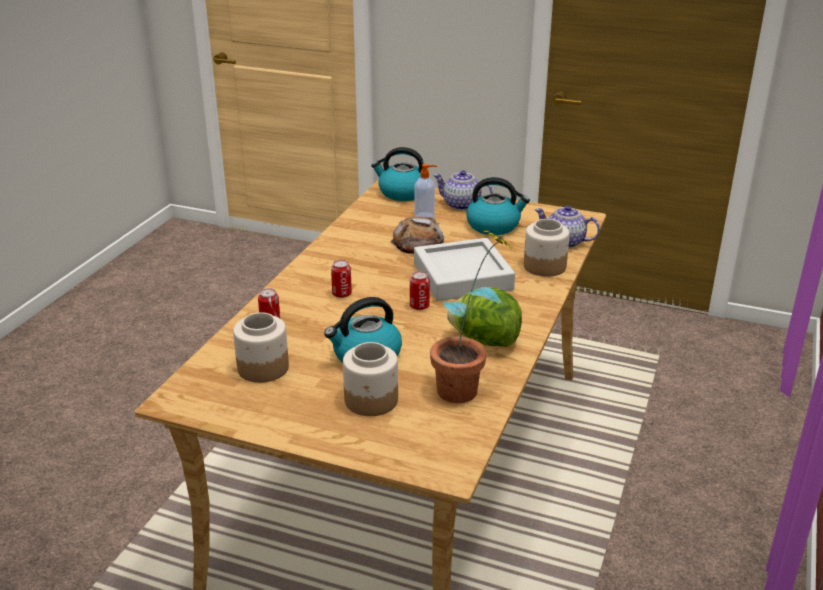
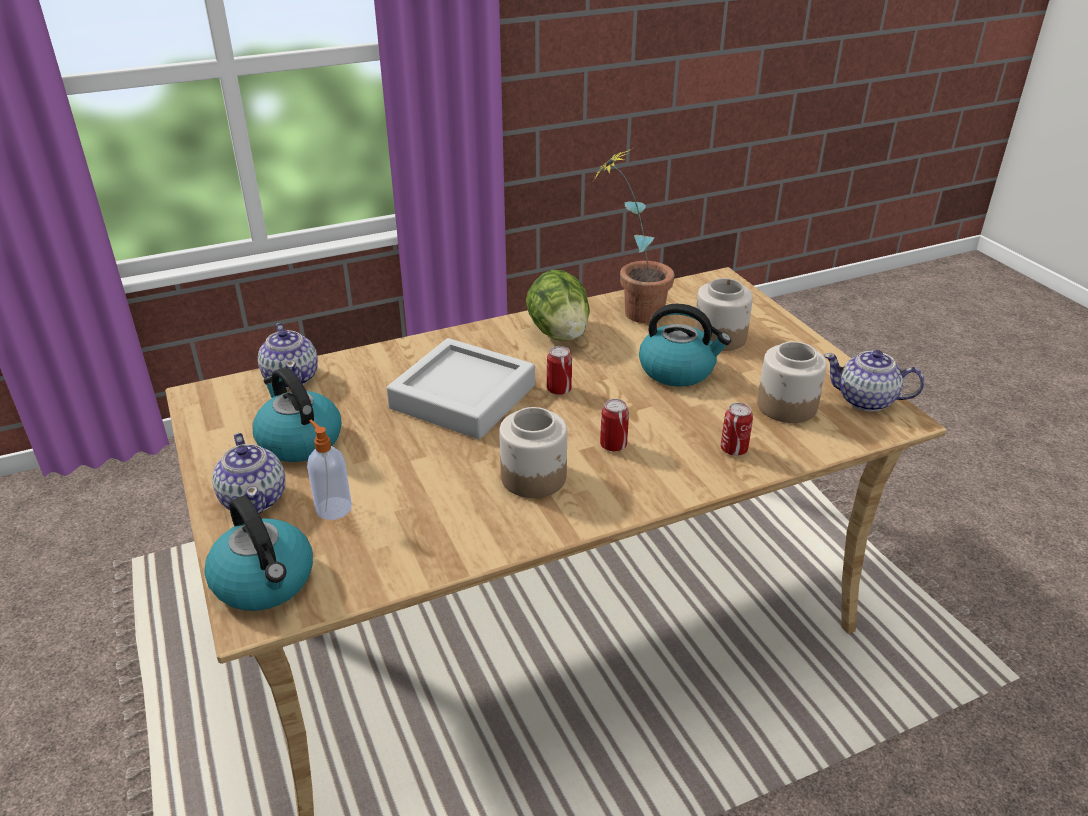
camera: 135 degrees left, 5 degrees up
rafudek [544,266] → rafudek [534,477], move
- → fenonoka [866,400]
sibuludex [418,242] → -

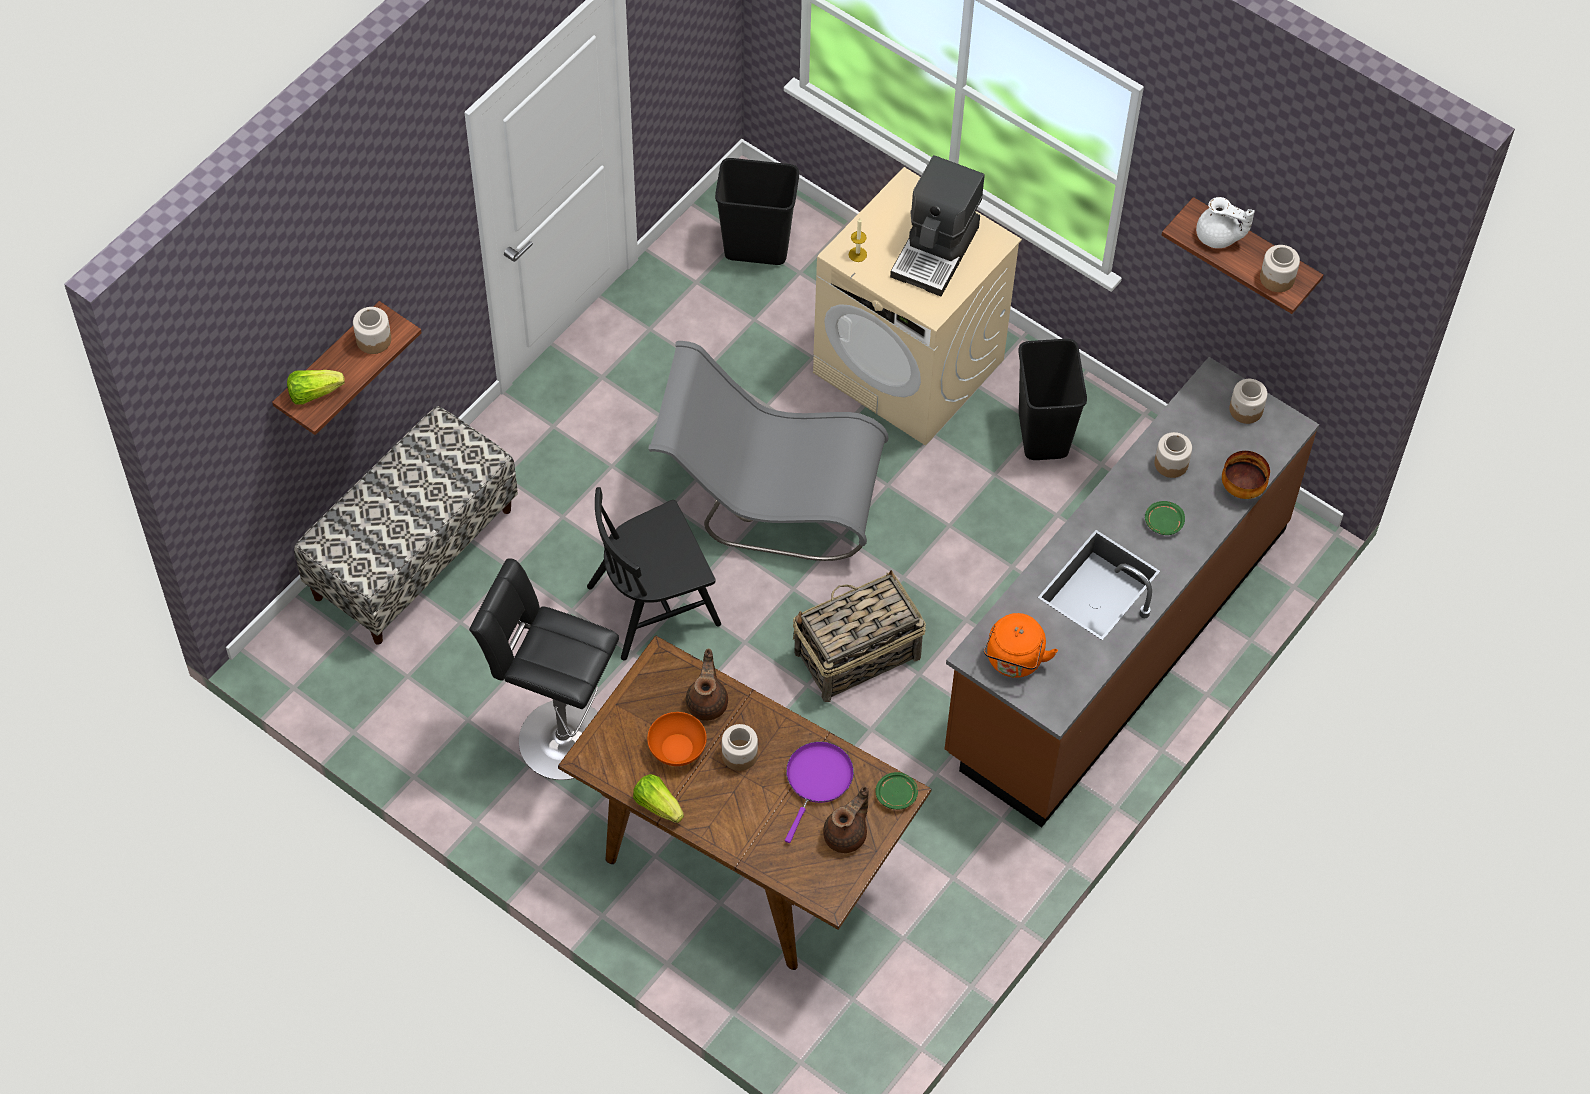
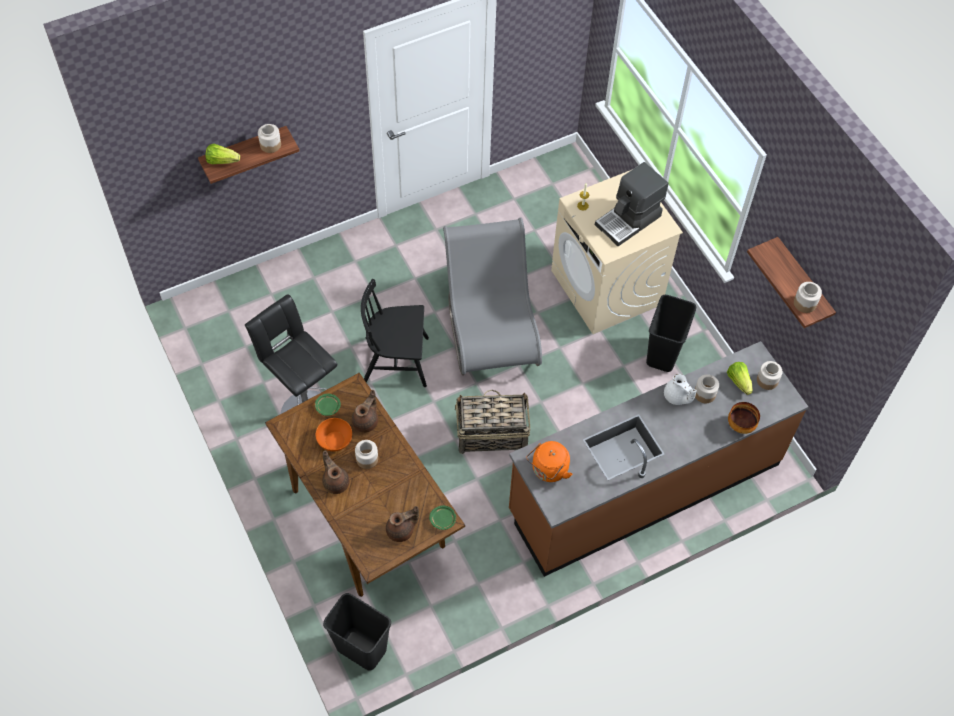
camera: 25 degrees right, 0 degrees up
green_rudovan [1163,522] → green_rudovan [327,407], move
- → brown_fenonoka [335,481]
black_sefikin [757,247] → black_sefikin [362,648], move
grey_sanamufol [770,498] → grey_sanamufol [490,329], 45 degrees clockwise
white_fenonoka [1218,237] → white_fenonoka [677,397], move
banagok [658,805] → banagok [739,381], move
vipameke [413,552] → -
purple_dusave [817,780] → -

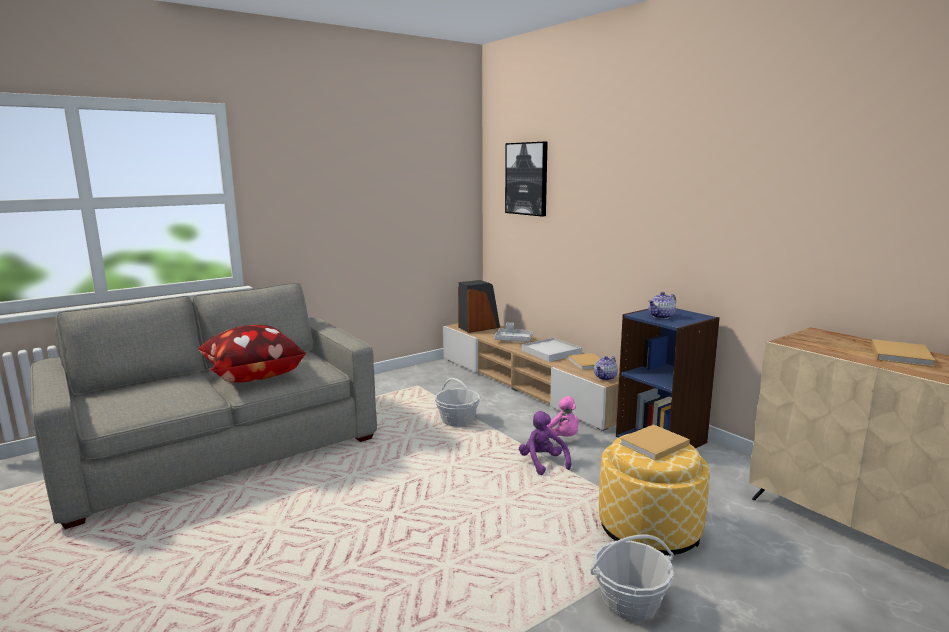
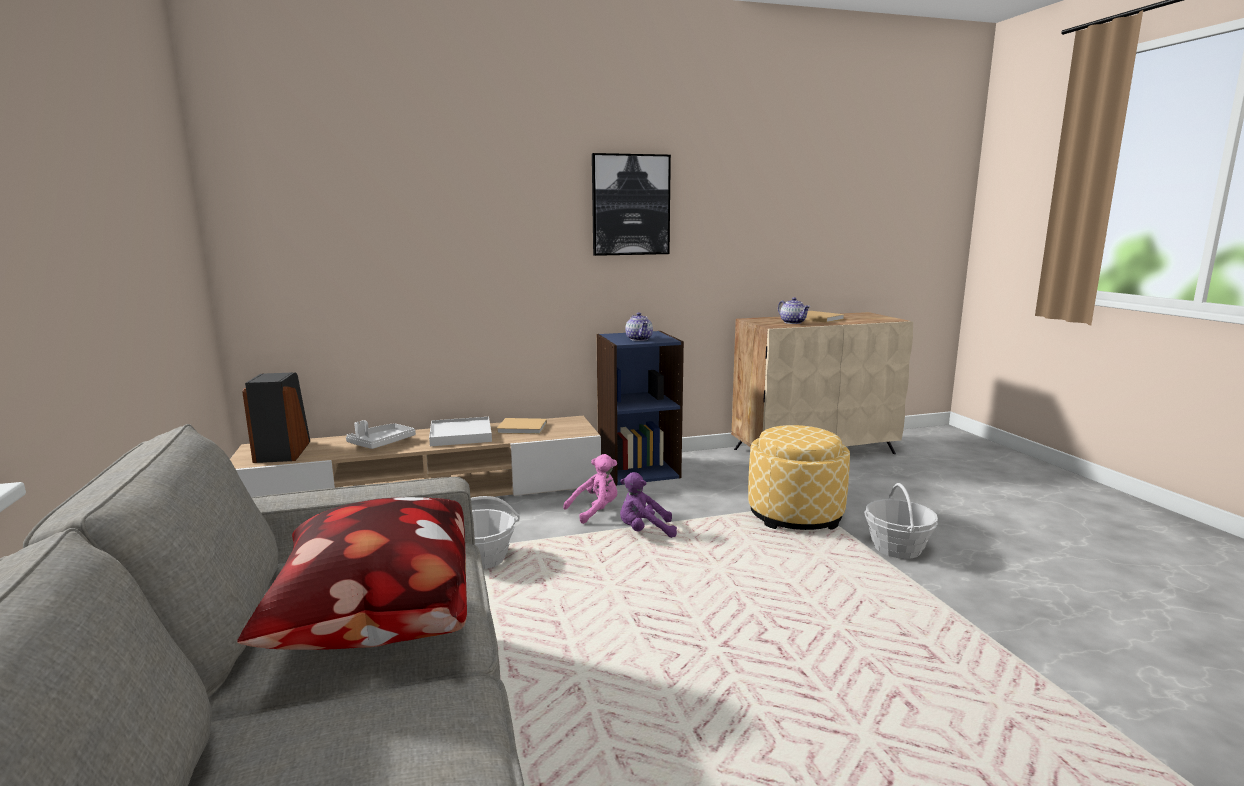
camera: 70 degrees left, 0 degrees up
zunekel [527,178] → zunekel [630,205], move
fenonoka [605,377] → fenonoka [793,322], move
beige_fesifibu [652,445] → -

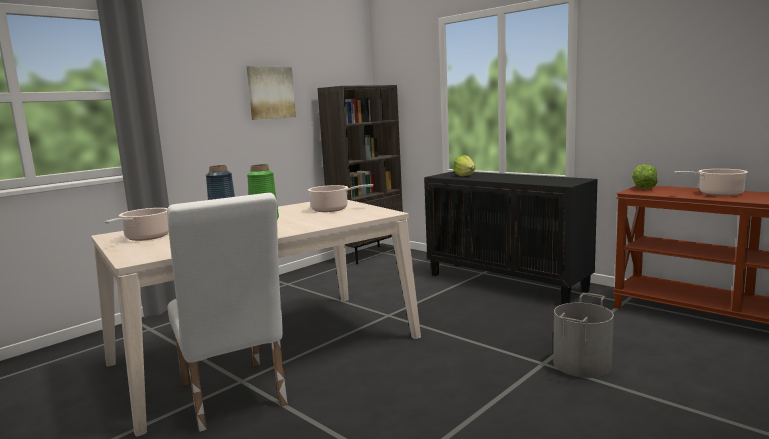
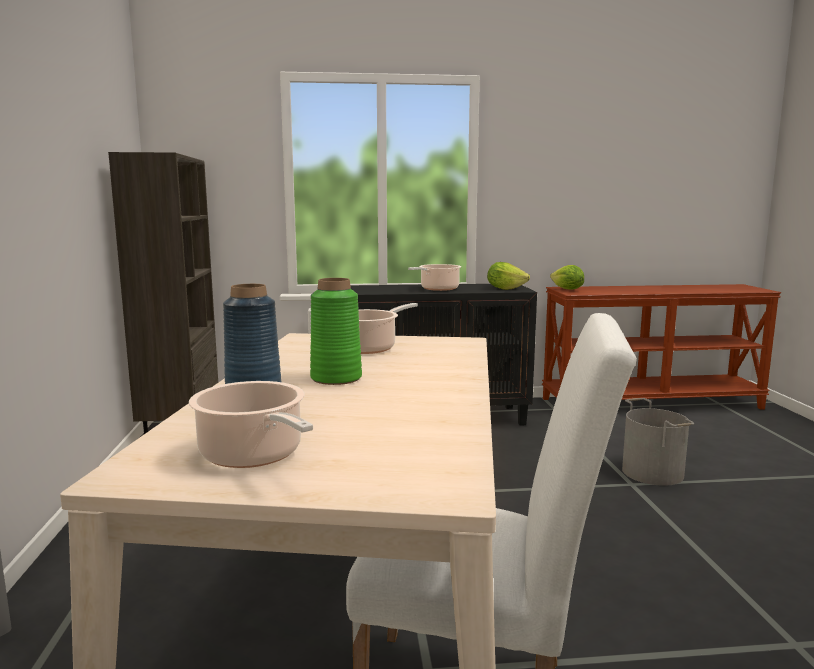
camera: 50 degrees left, 0 degrees up
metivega [717,194] → metivega [438,289], move
banagok [465,176] → banagok [505,289], move
zunekel [270,92] → -

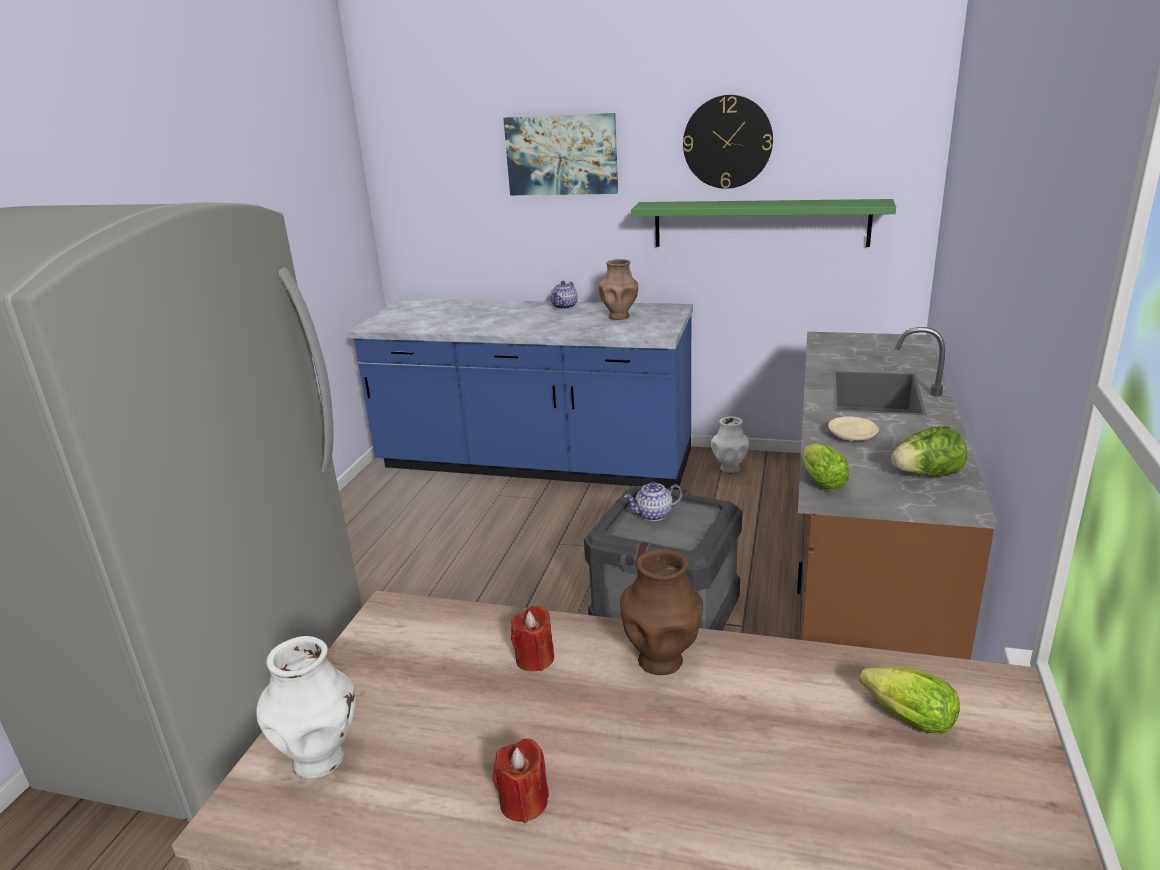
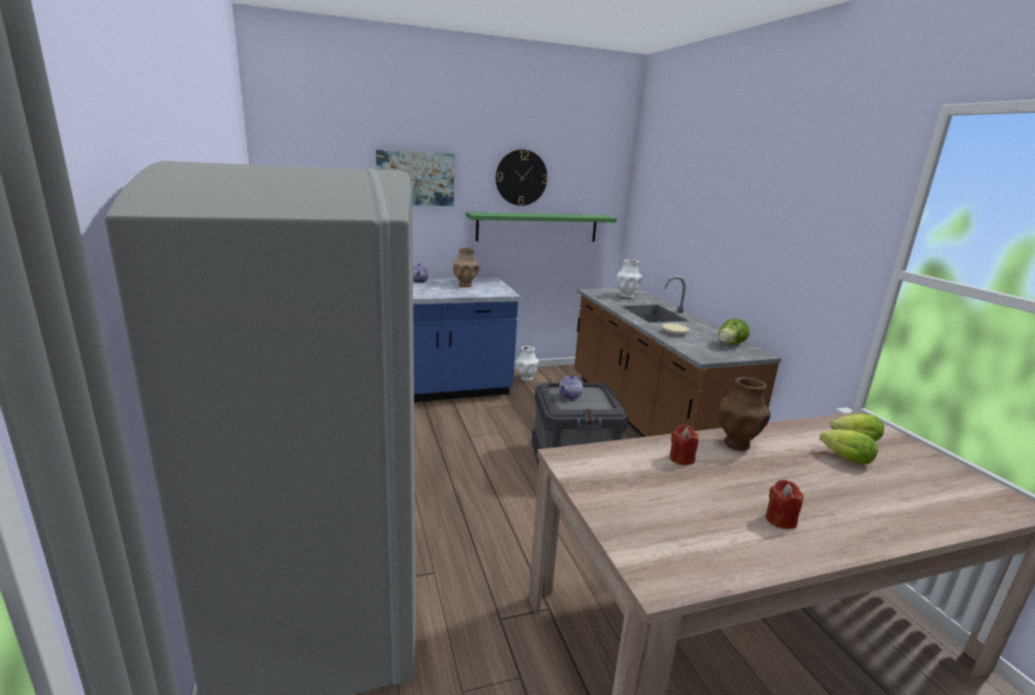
camera: 35 degrees left, 5 degrees down
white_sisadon [320,759] → white_sisadon [626,296], move
banagok [820,481] → banagok [843,457], move

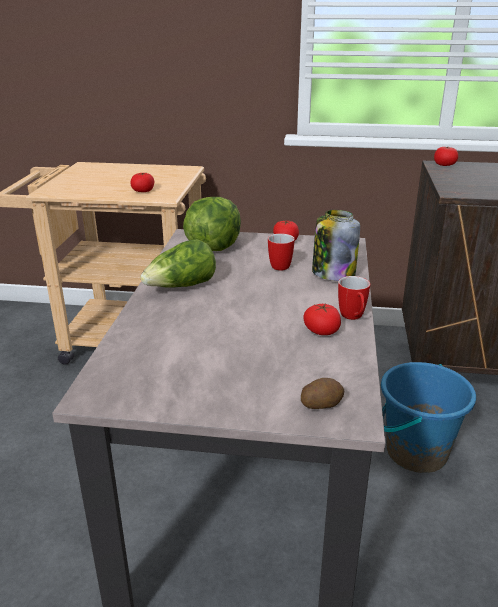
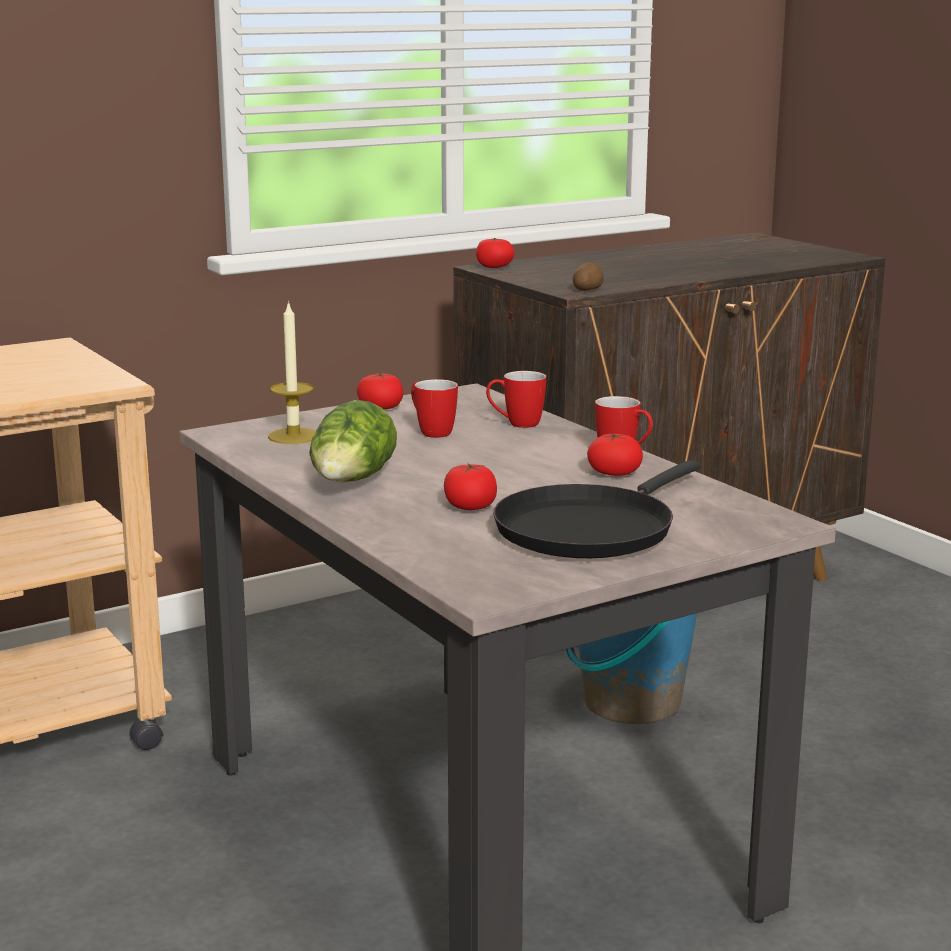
camera: 40 degrees left, 10 degrees down
banagok [213,247] → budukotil [293,436]
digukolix [143,190] → digukolix [470,506], move
rafudek [333,273] → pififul [515,424]
- → black_dusave [589,529]
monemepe [321,404] → monemepe [587,289], move

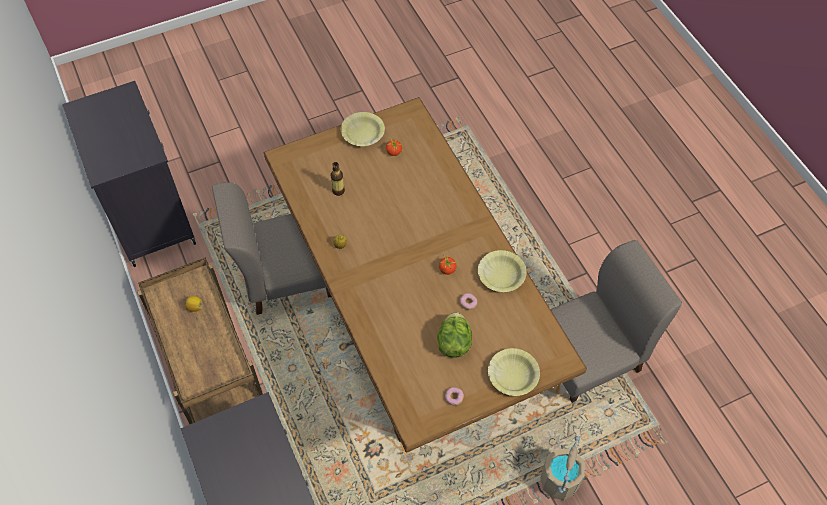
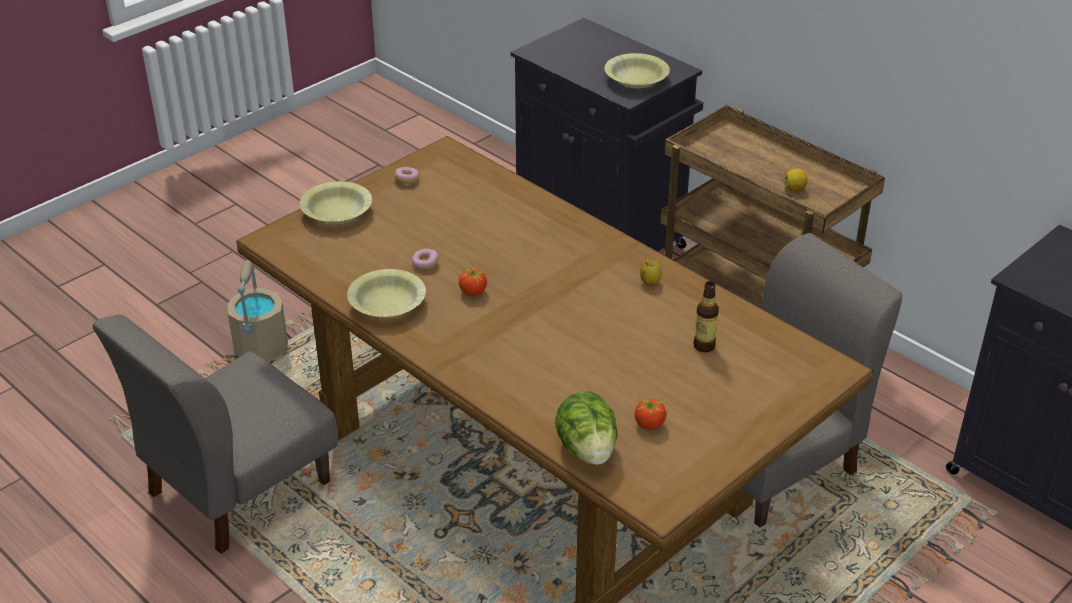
camera: 160 degrees right, 20 degrees down
banagok [453,343] → banagok [587,449], move
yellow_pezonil [363,134] → yellow_pezonil [636,79], move

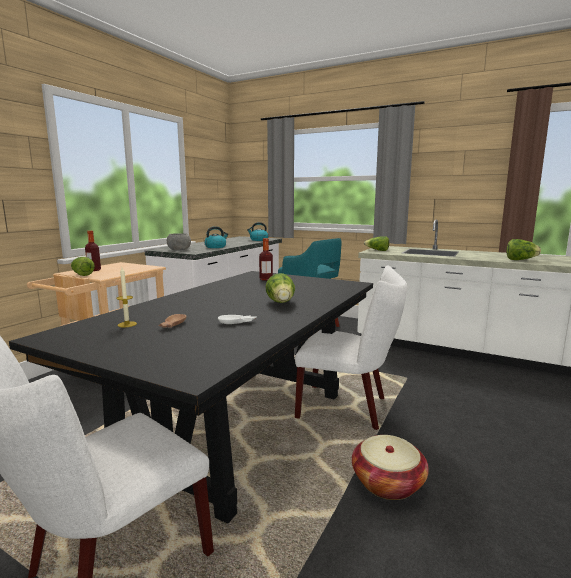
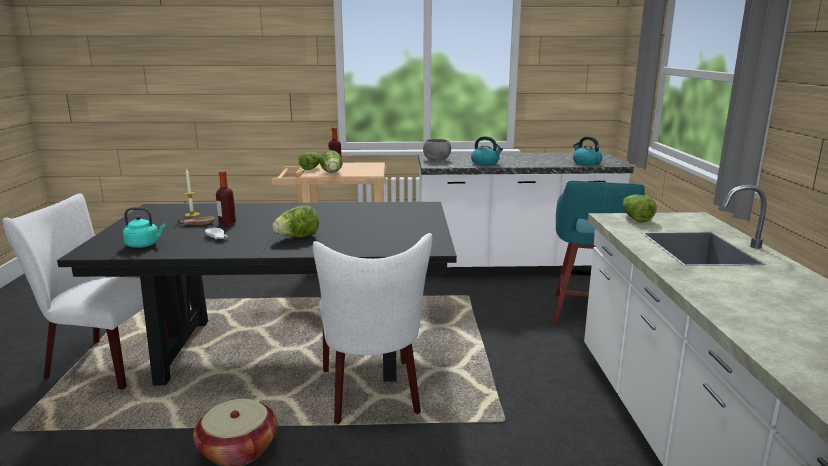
camera: 60 degrees right, 5 degrees up
- → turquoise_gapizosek [144,245]
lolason [266,279] → lolason [227,223], move
banagok [520,260] → banagok [332,173], move

